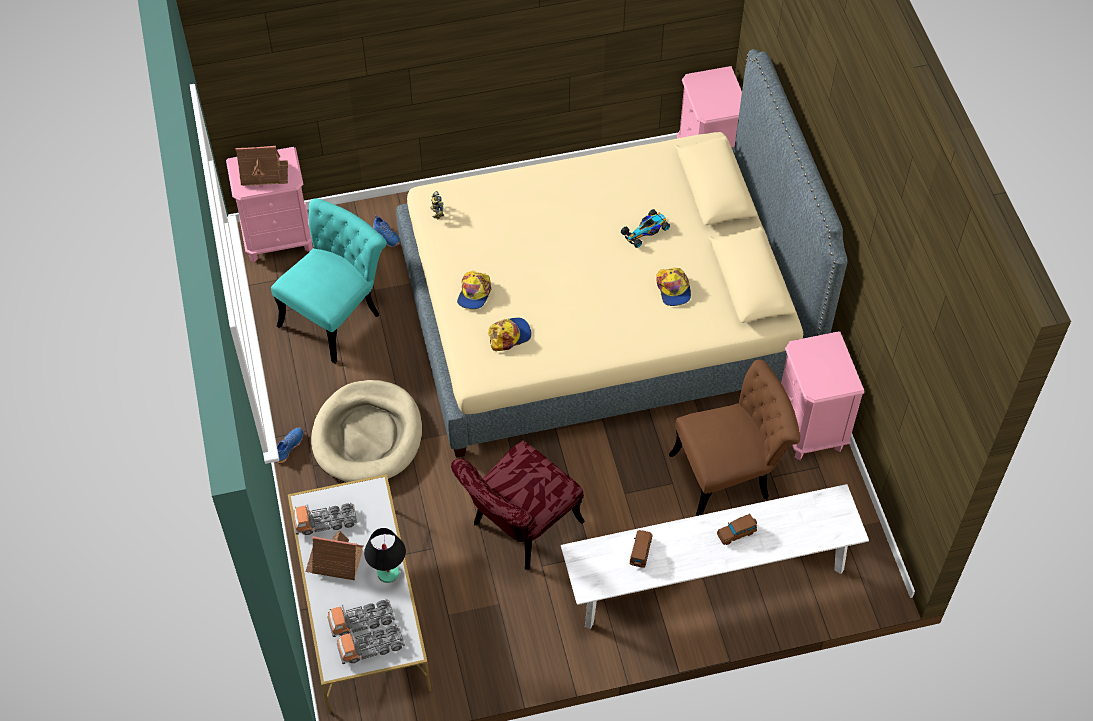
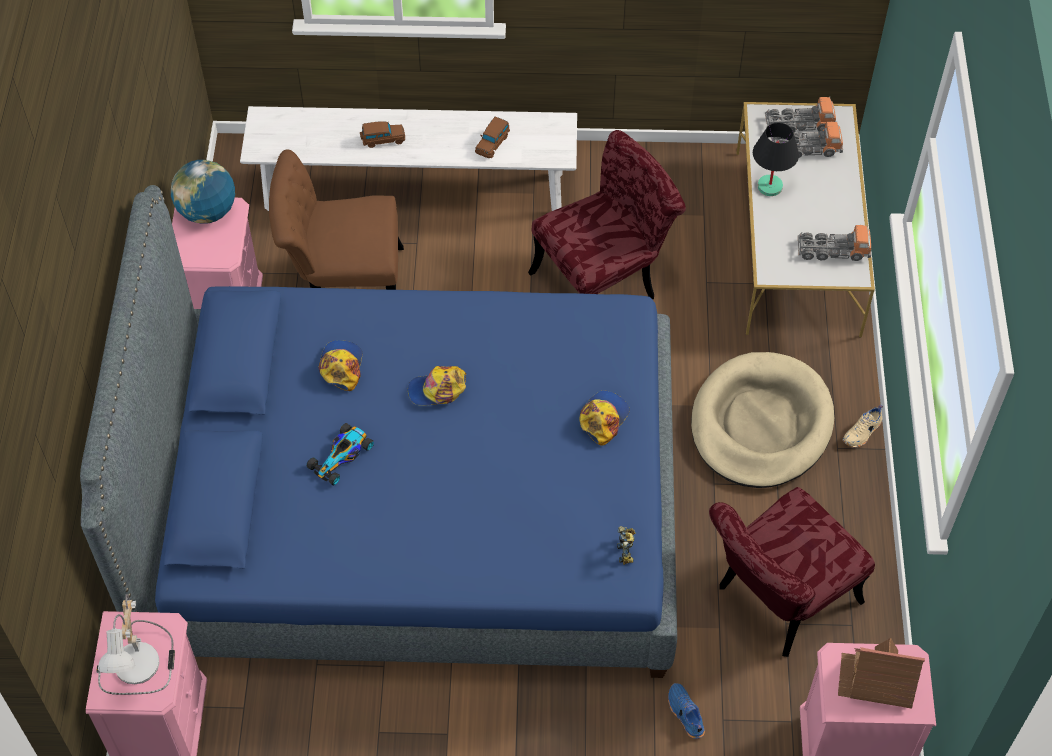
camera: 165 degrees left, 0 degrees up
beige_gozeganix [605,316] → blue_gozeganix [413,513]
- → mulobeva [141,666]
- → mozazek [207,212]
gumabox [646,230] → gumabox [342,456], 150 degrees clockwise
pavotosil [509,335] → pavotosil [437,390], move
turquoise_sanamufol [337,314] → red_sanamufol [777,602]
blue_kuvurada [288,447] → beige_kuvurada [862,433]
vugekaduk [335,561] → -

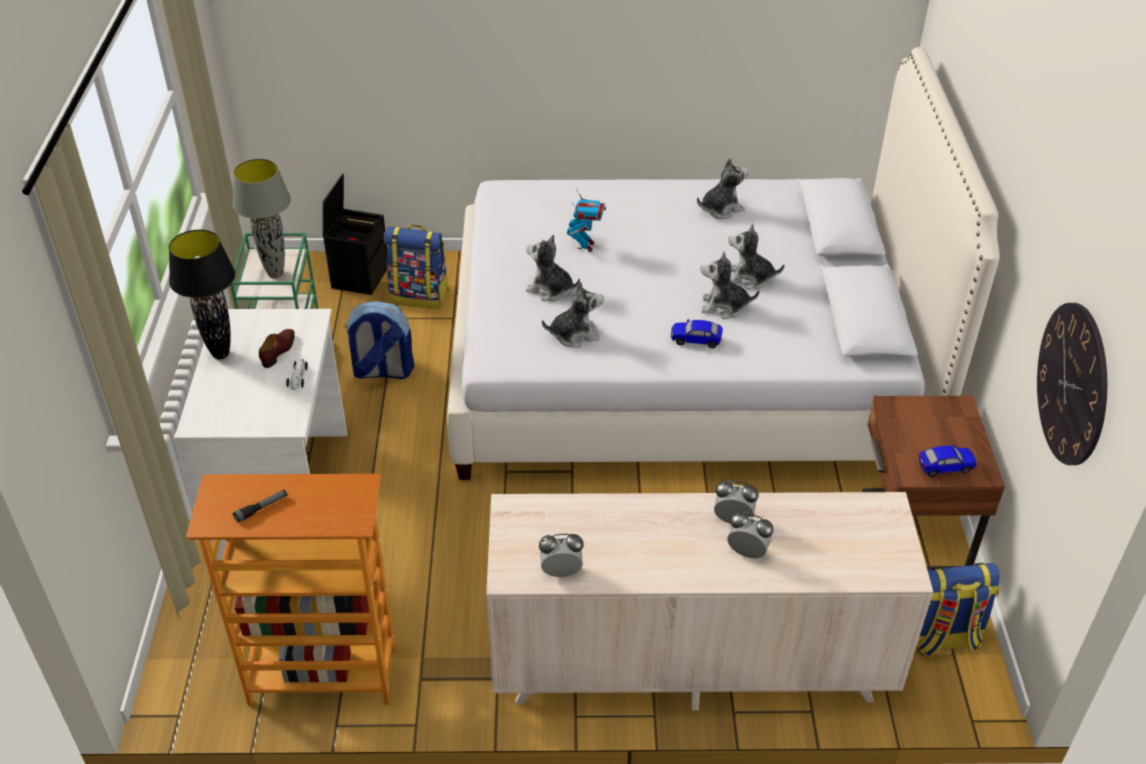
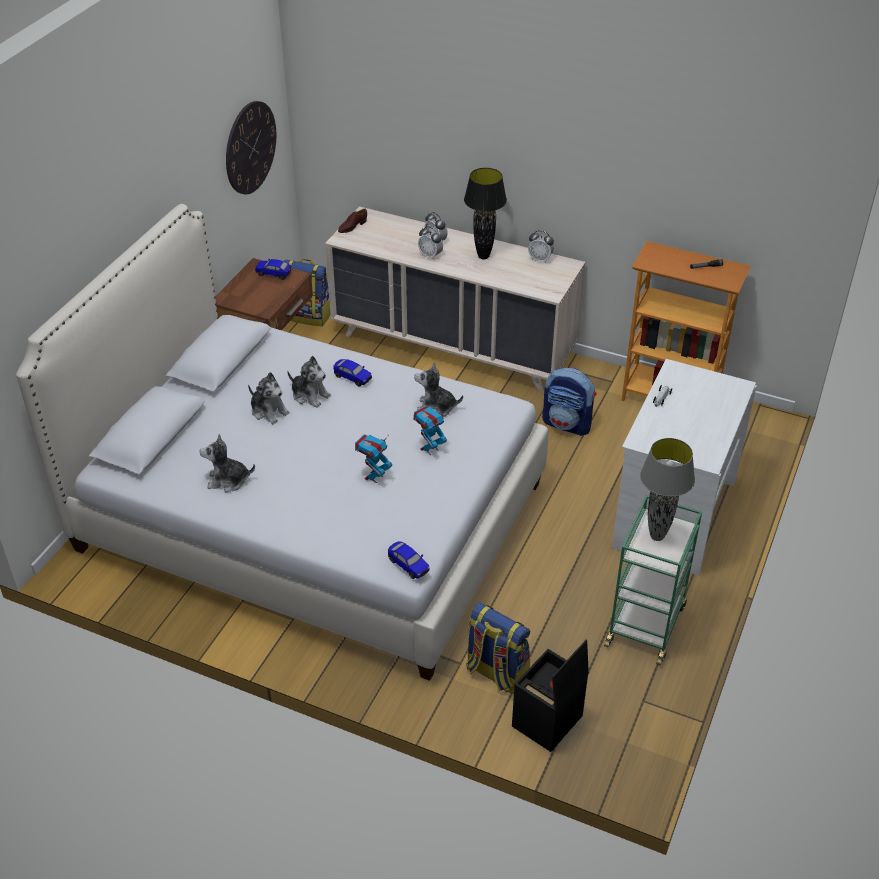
camera: 155 degrees left, 0 degrees up
brown_kuvurada [279,350] → brown_kuvurada [352,226], move
- → gumabox [408,565]
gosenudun [550,290] → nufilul [430,449]
black_mulobeva [220,354] → black_mulobeva [483,256], move
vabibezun [382,371] → vabibezun [567,424], move

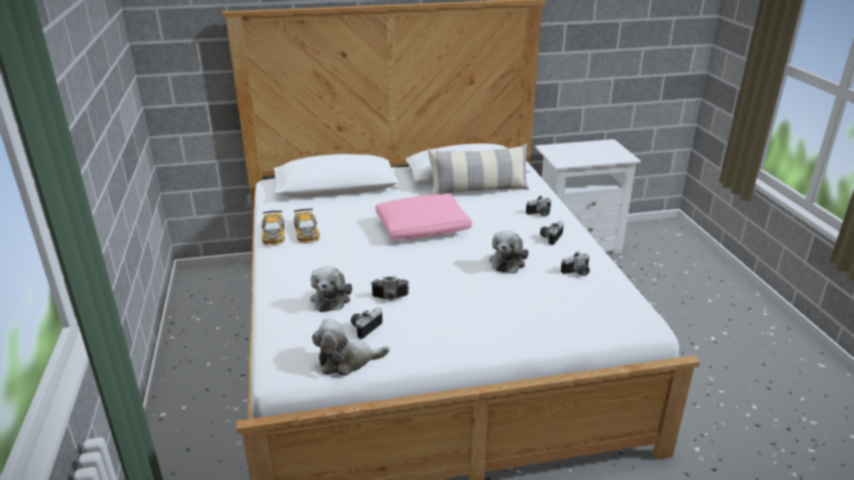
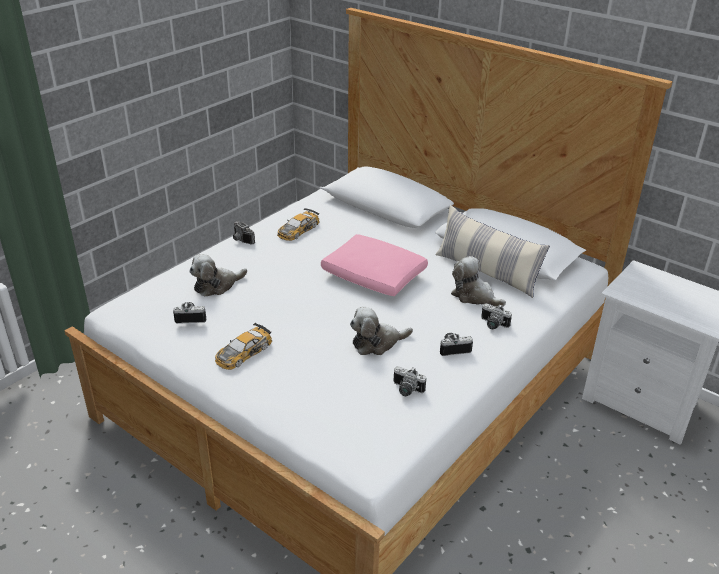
camera: 50 degrees right, 5 degrees up
gumabox [273,233] → gumabox [243,352], move
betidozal [390,298] → betidozal [241,240], move
gosenudun [347,361] → gosenudun [474,296], move

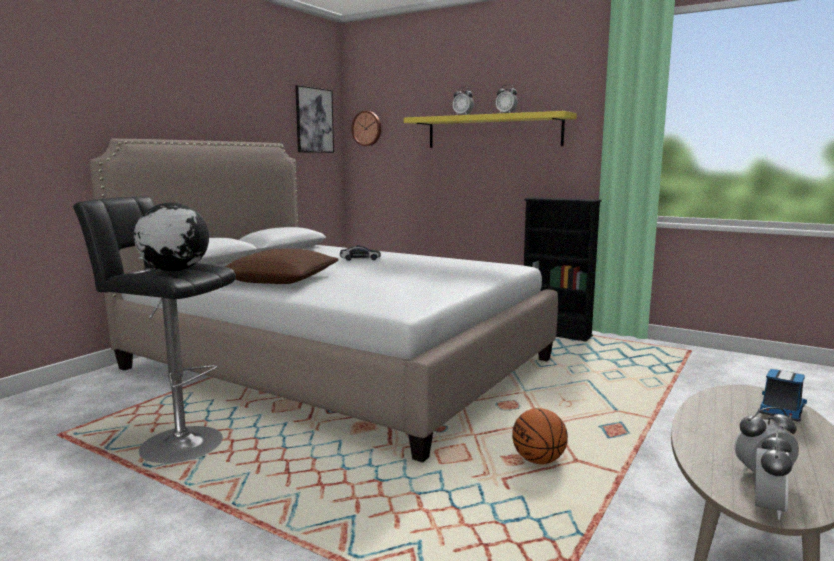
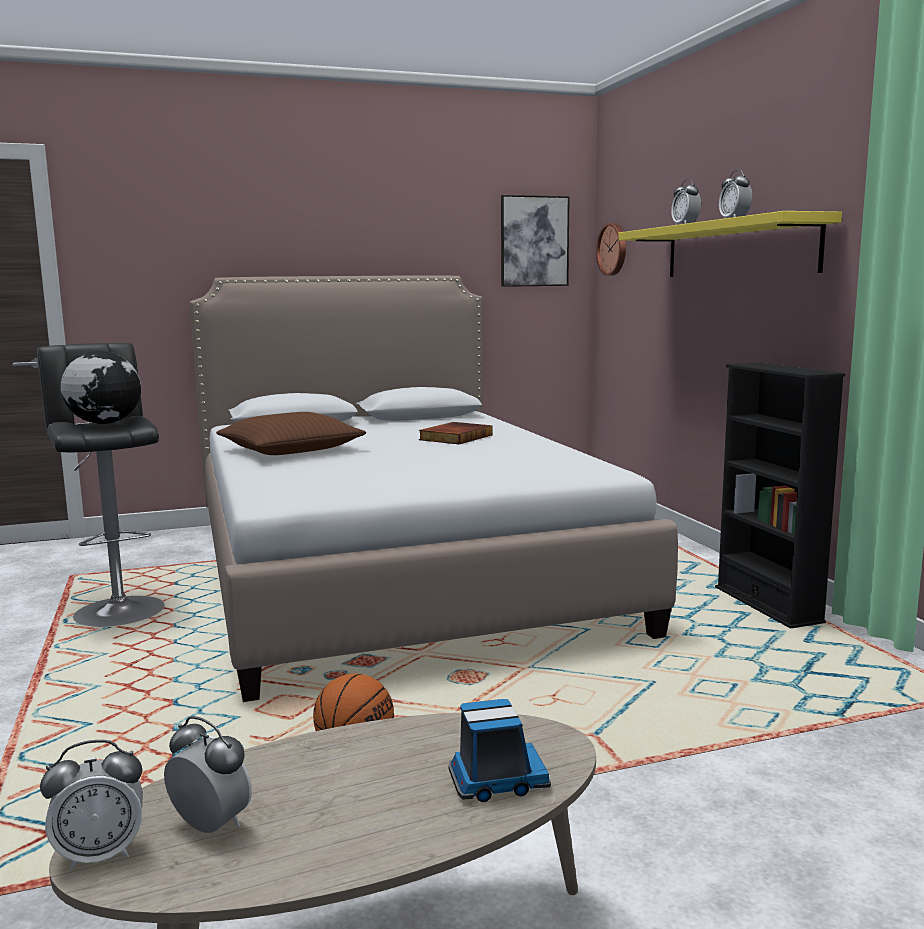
camera: 40 degrees right, 0 degrees up
gumabox [360,259] → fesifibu [455,437]

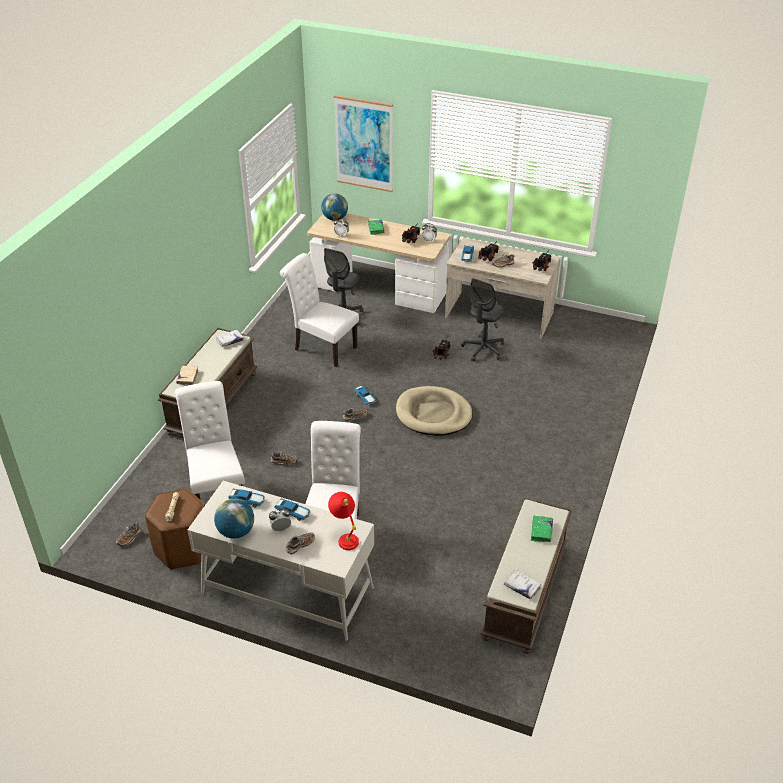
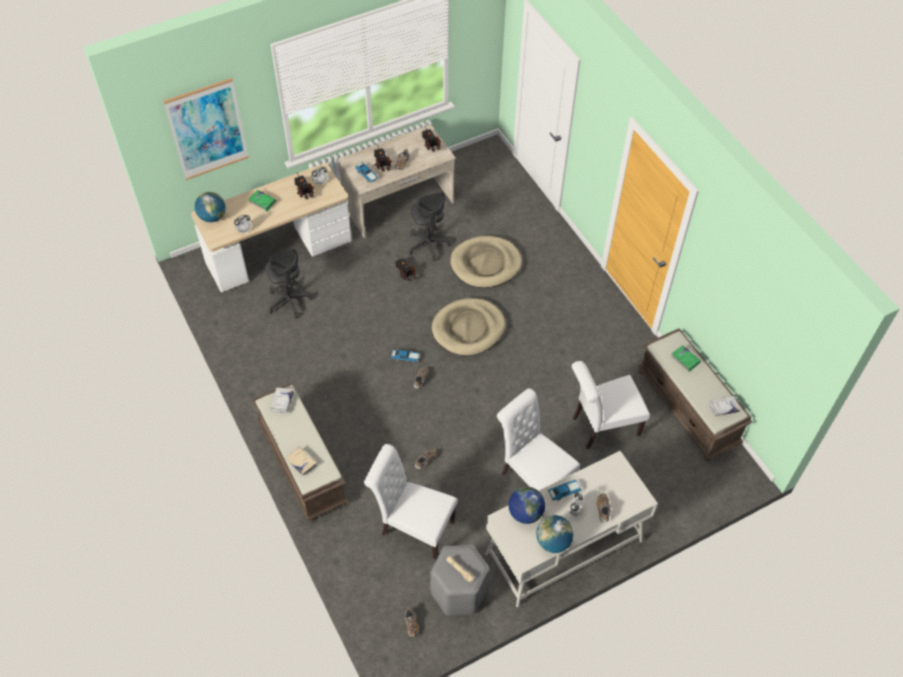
camera: 50 degrees left, 15 degrees up
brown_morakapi [182,549] → grey_morakapi [458,592]
- → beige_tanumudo [486,264]
gumabox [247,500] → mozazek [525,513]
white_sanamufol [322,347] → white_sanamufol [601,427], move
red_mulobeva [345,537] → -

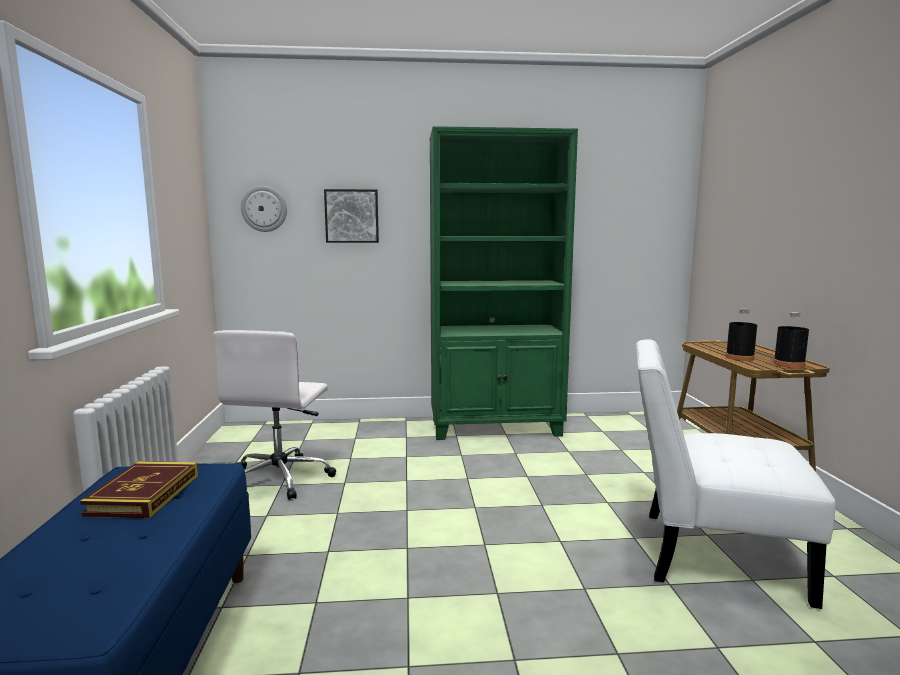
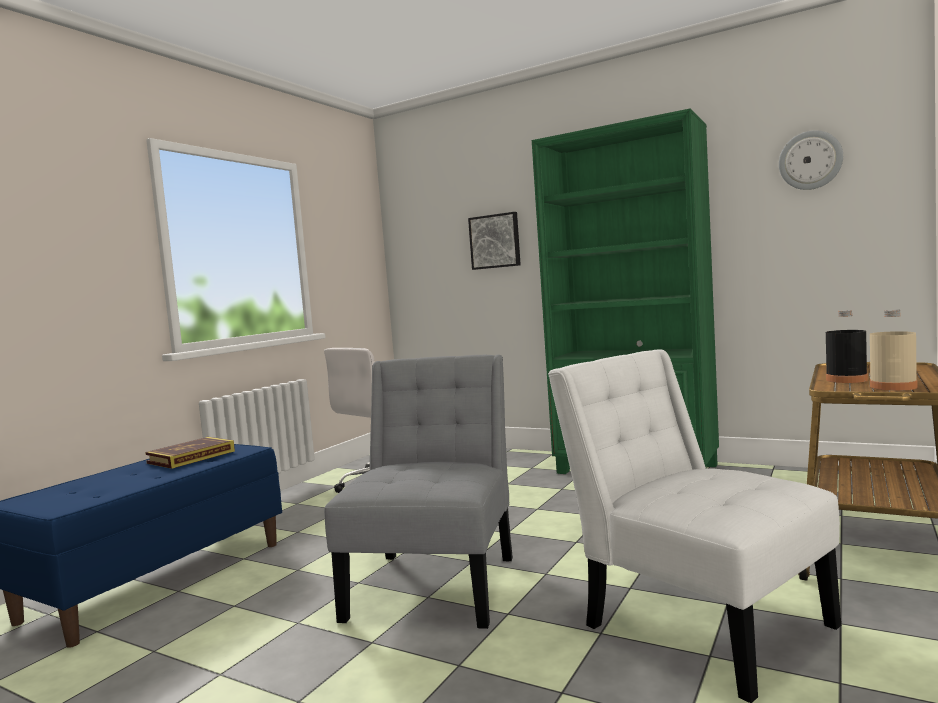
camera: 35 degrees right, 5 degrees down
- → grey_sanamufol [436,583]
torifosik [264,209] → torifosik [810,160], move
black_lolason [789,364] → beige_lolason [893,387]

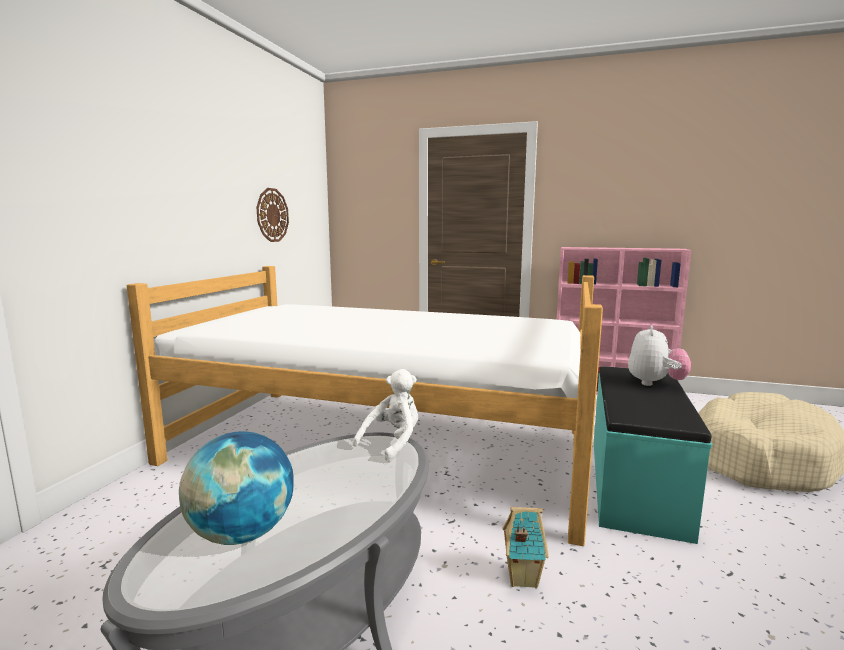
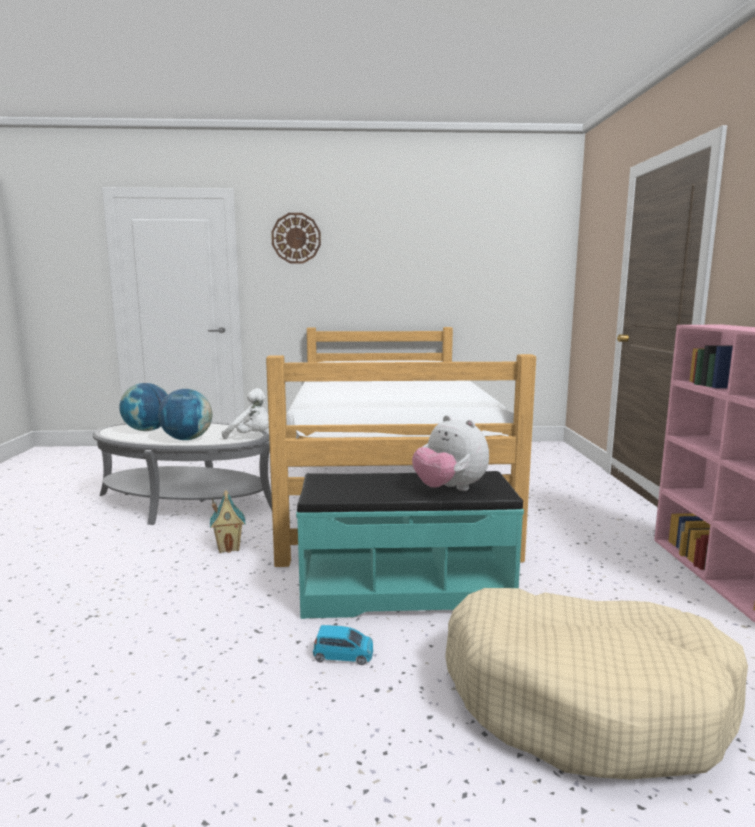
camera: 70 degrees right, 0 degrees up
- → mozazek [187,439]
torifosik [272,215] → torifosik [296,238], move
- → blue_gumabox [343,656]
gosenudun [655,383] → gosenudun [449,489], 45 degrees clockwise

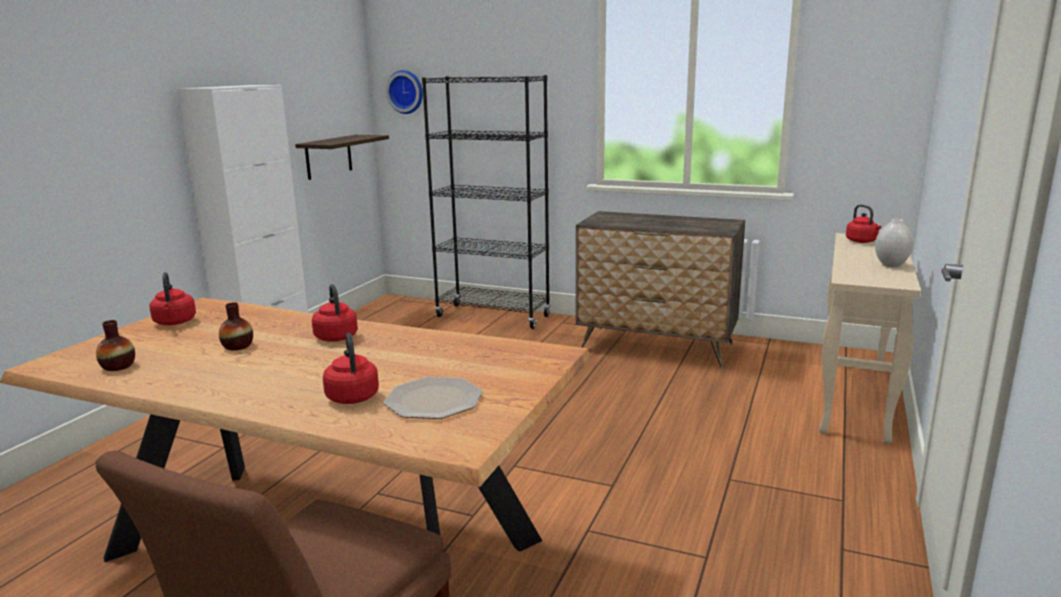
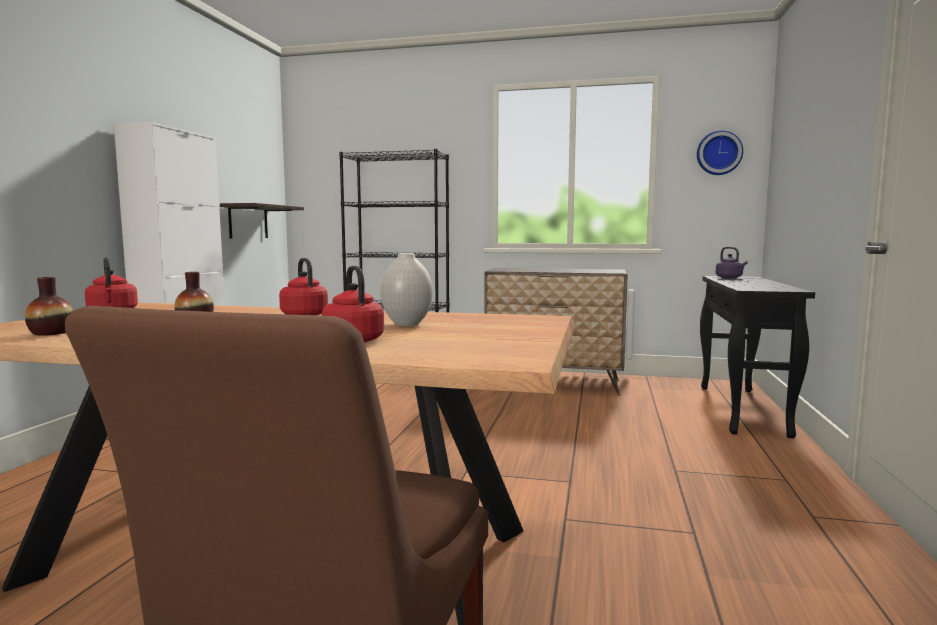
camera: 10 degrees left, 10 degrees down
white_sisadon [891,265] → white_sisadon [407,324], move
torifosik [406,92] → torifosik [718,153], move
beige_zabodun [855,399] → black_zabodun [742,410]
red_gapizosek [862,241] → purple_gapizosek [730,278]
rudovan [434,400] → -

